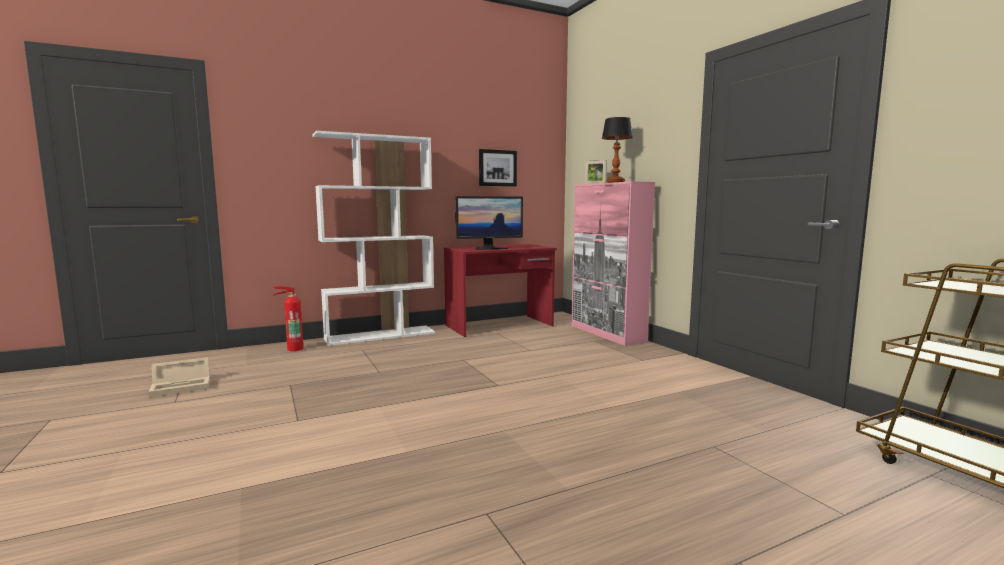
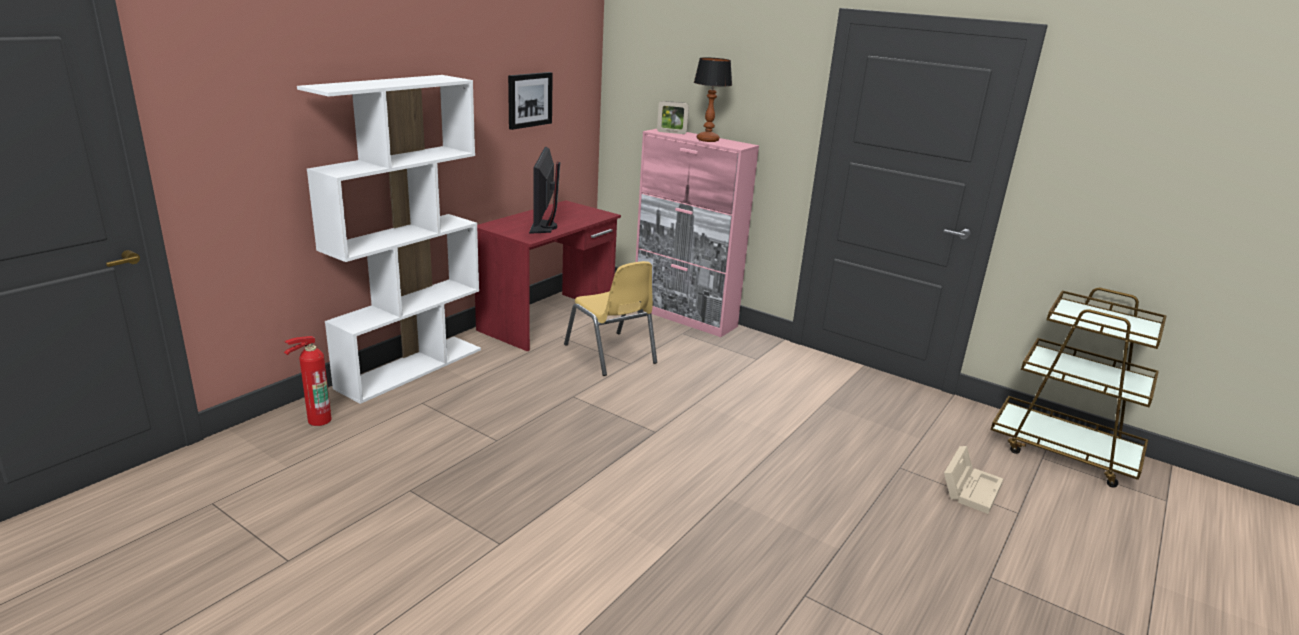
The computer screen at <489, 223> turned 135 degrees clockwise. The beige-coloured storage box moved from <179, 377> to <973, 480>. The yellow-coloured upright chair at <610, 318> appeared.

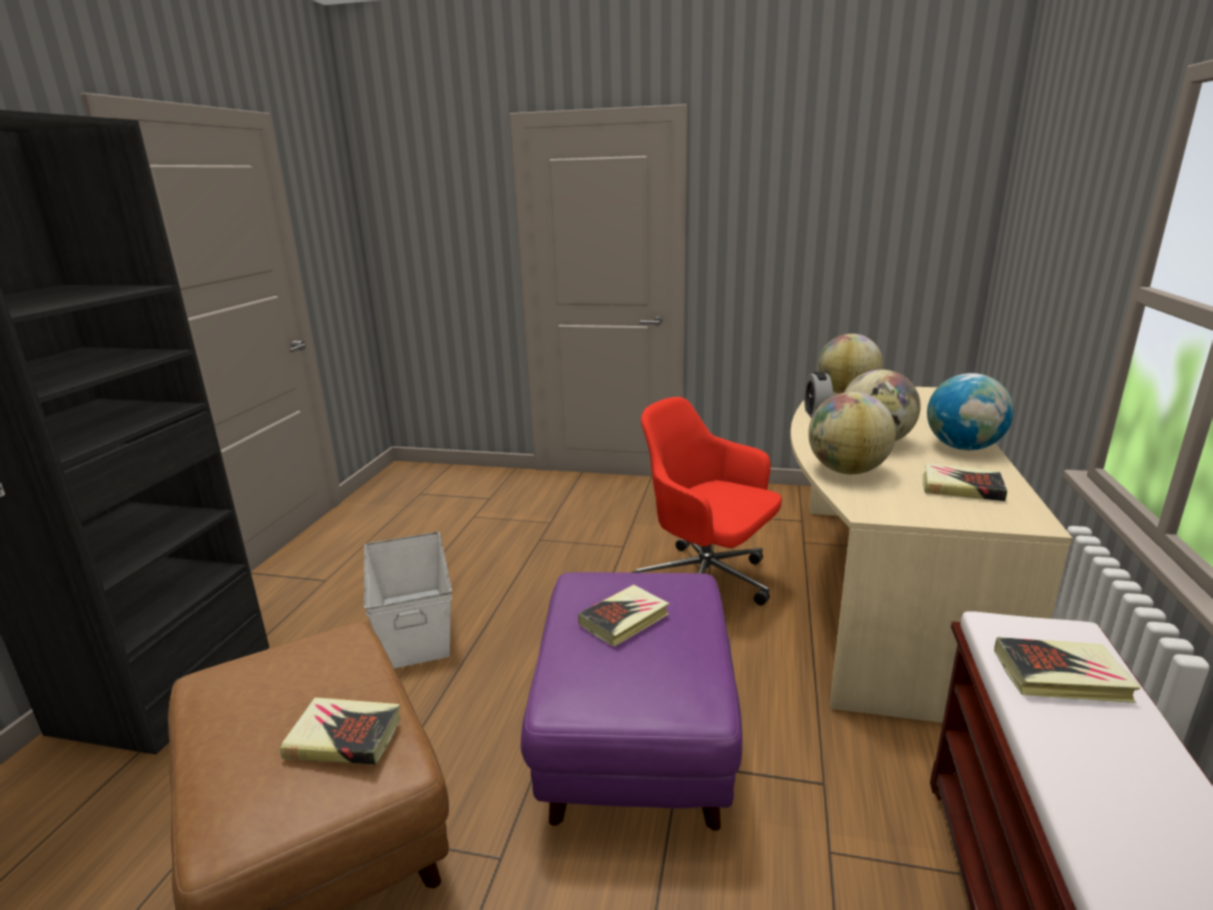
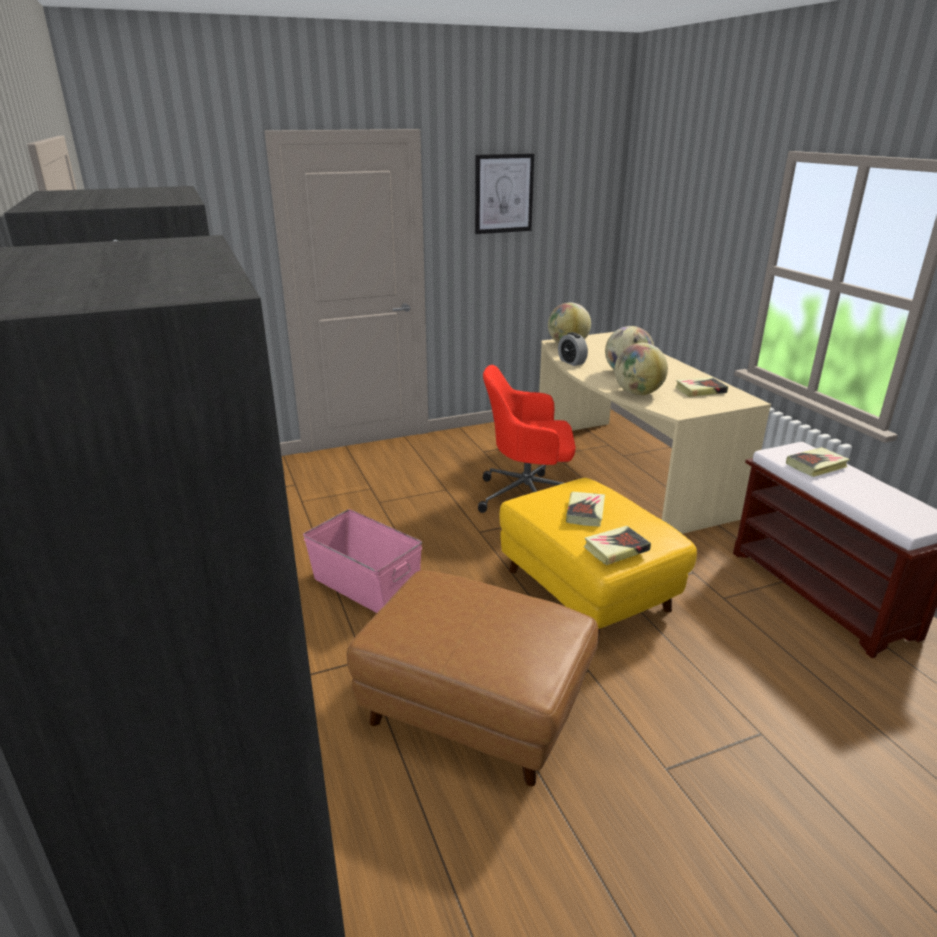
The world globe at <970, 411> disappeared. The white-coloured storage box at <408, 600> became the pinkish storage box at <362, 561>. The purple-coloured pouffe at <632, 701> became the yellow-coloured pouffe at <598, 559>. The book moved from <340, 731> to <617, 545>. The wall picture at <504, 193> appeared.

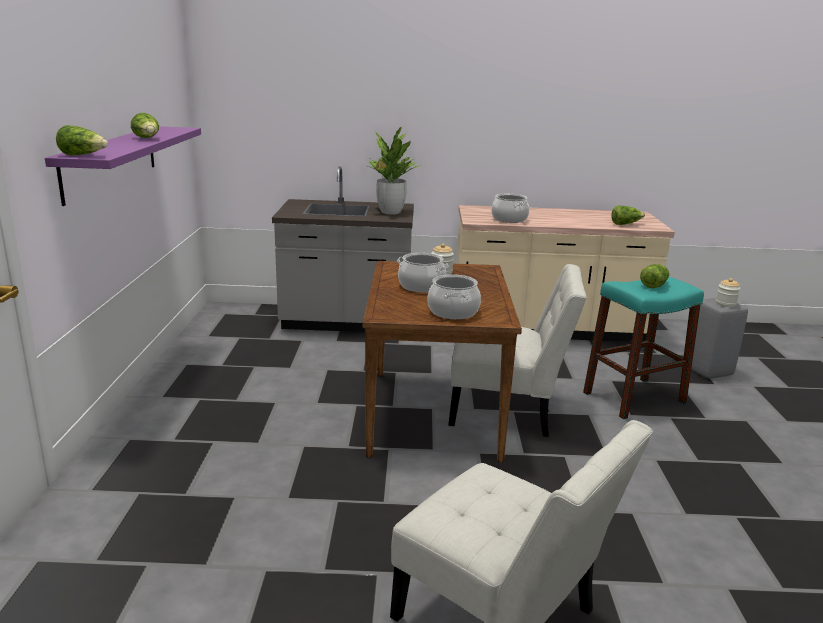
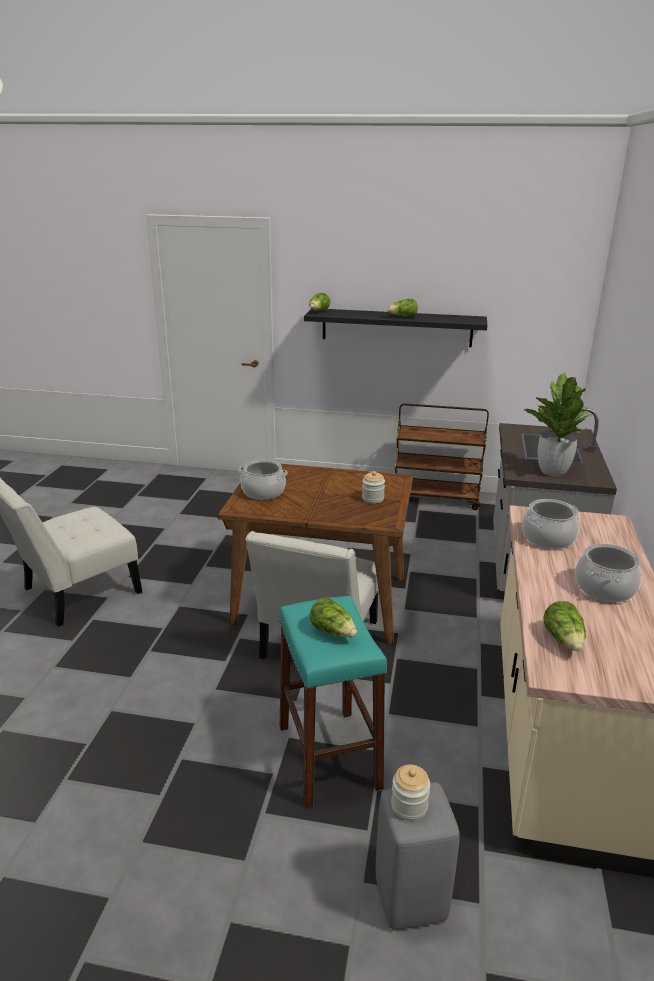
The purple-coloured shelf at <123, 166> became the black shelf at <396, 328>. The saucepot moved from <423, 273> to <608, 572>. The brown-coloured cart at <442, 456> appeared.

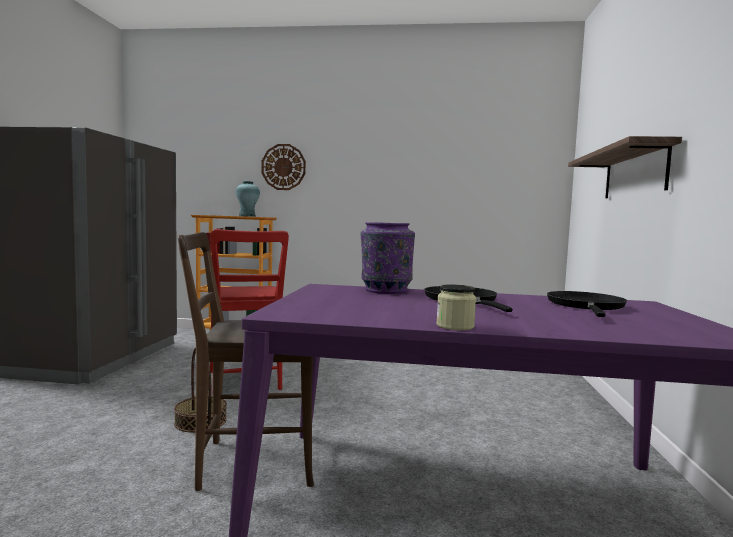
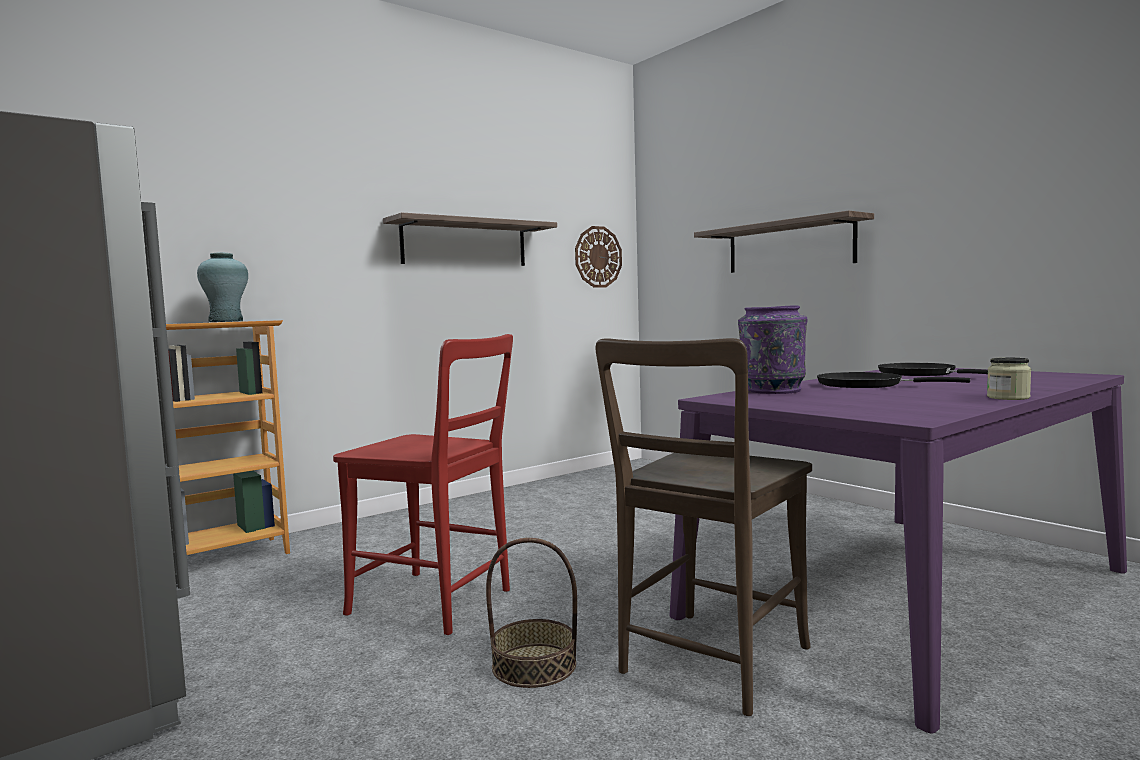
The wall clock moved from <283, 167> to <598, 257>. The shelf at <470, 239> appeared.

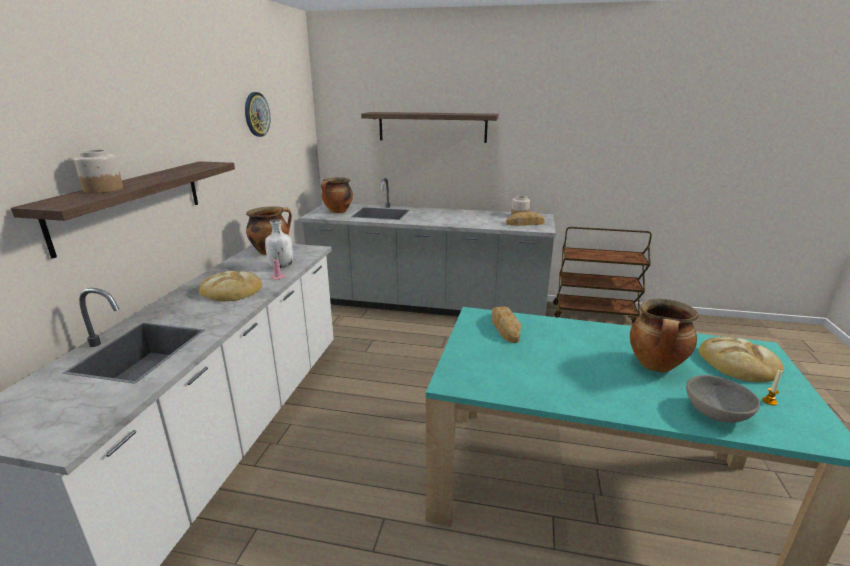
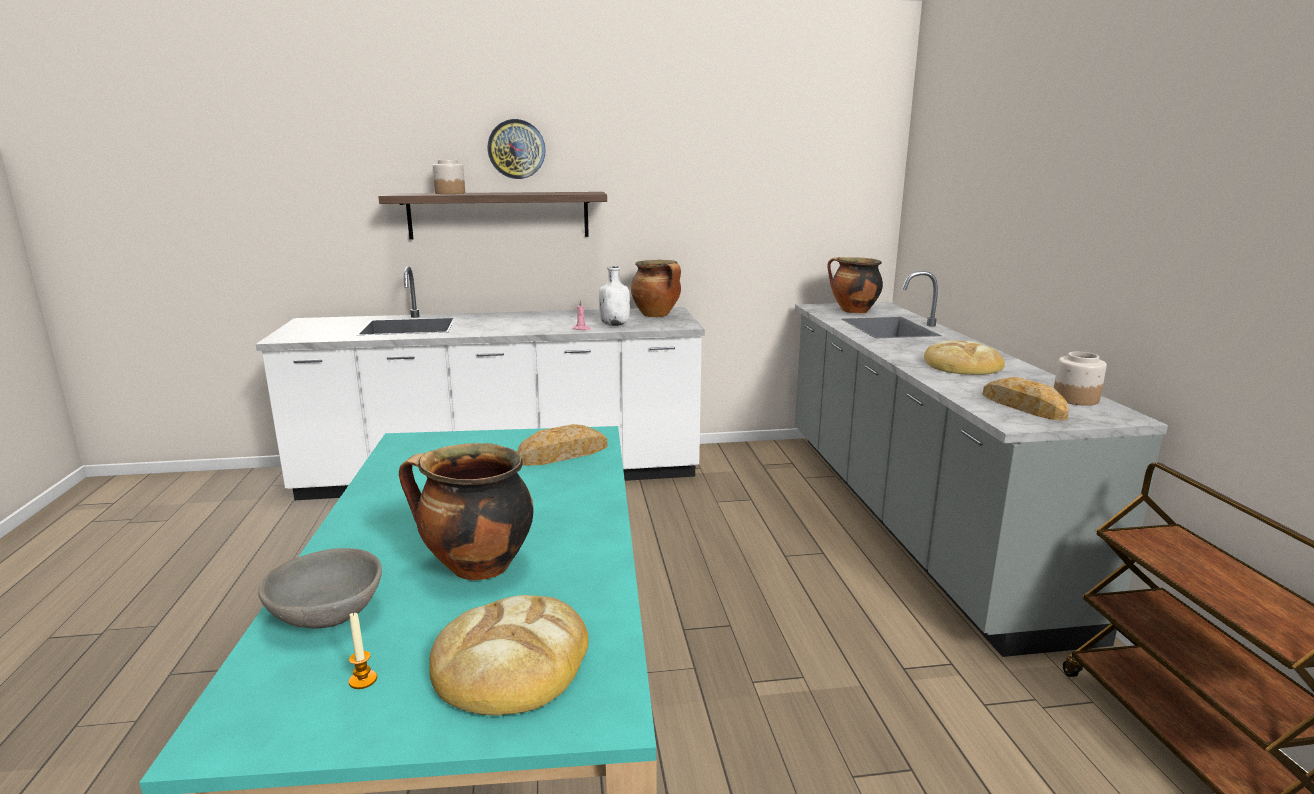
The wall clock moved from <257, 114> to <517, 149>. The shelf at <430, 127> disappeared. The bakery bread moved from <230, 286> to <964, 357>.

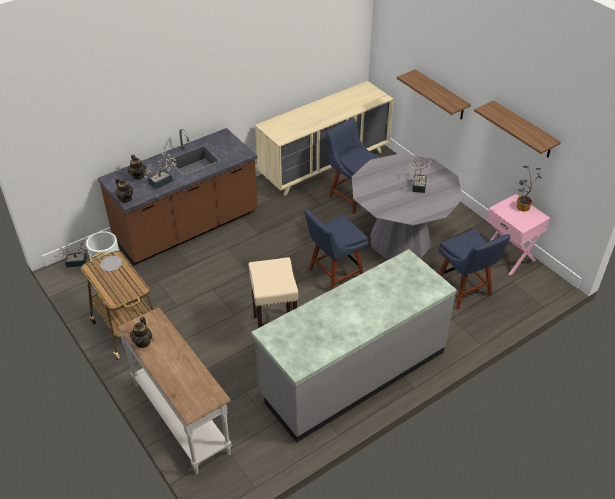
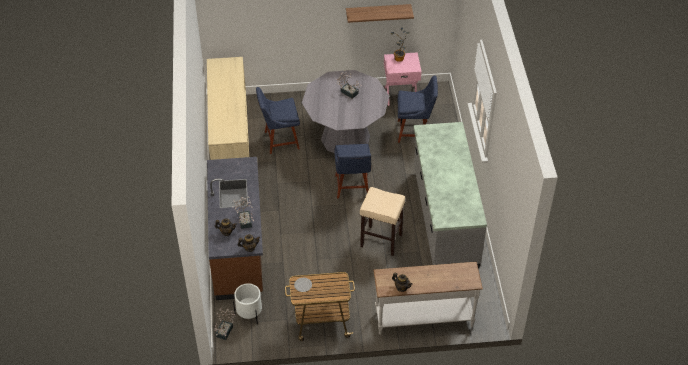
The shelf at <434, 94> disappeared.

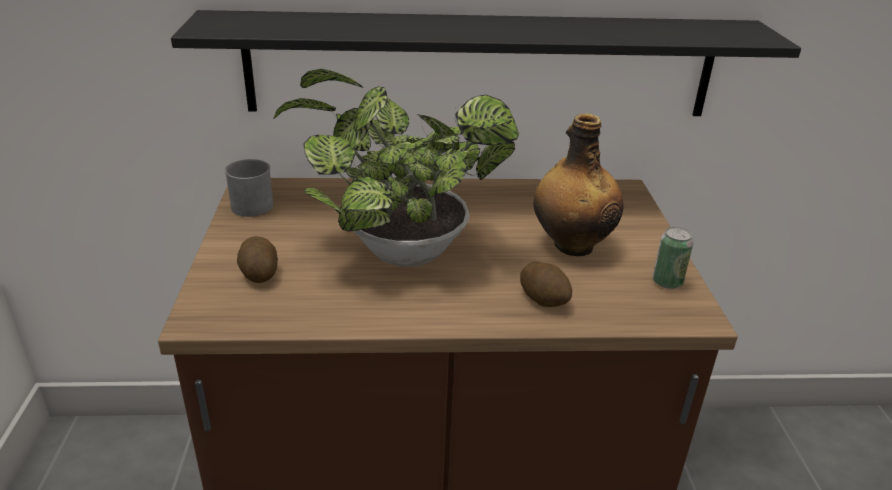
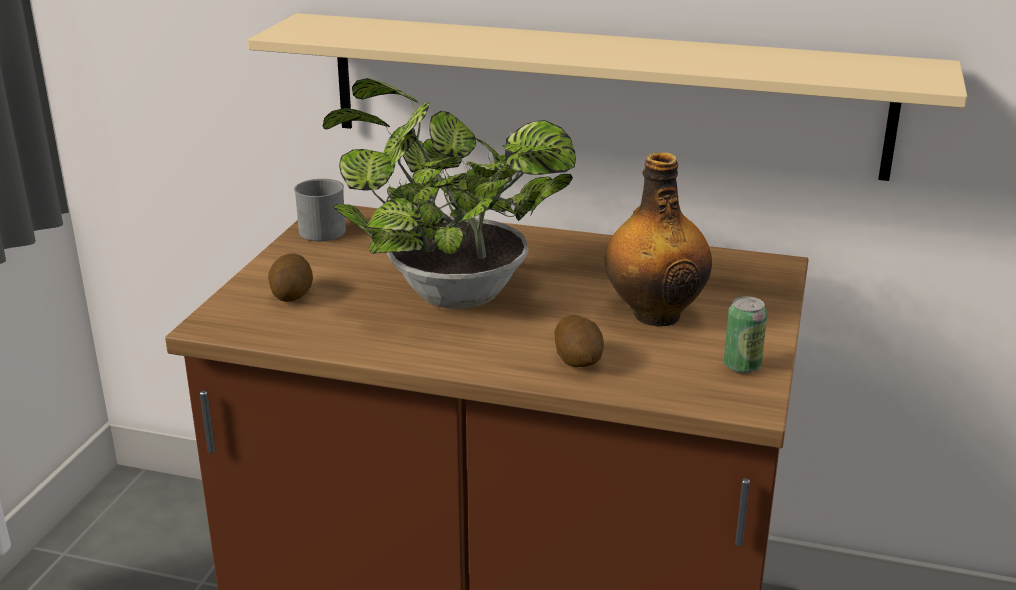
The black shelf at <486, 63> became the beige-coloured shelf at <607, 97>.

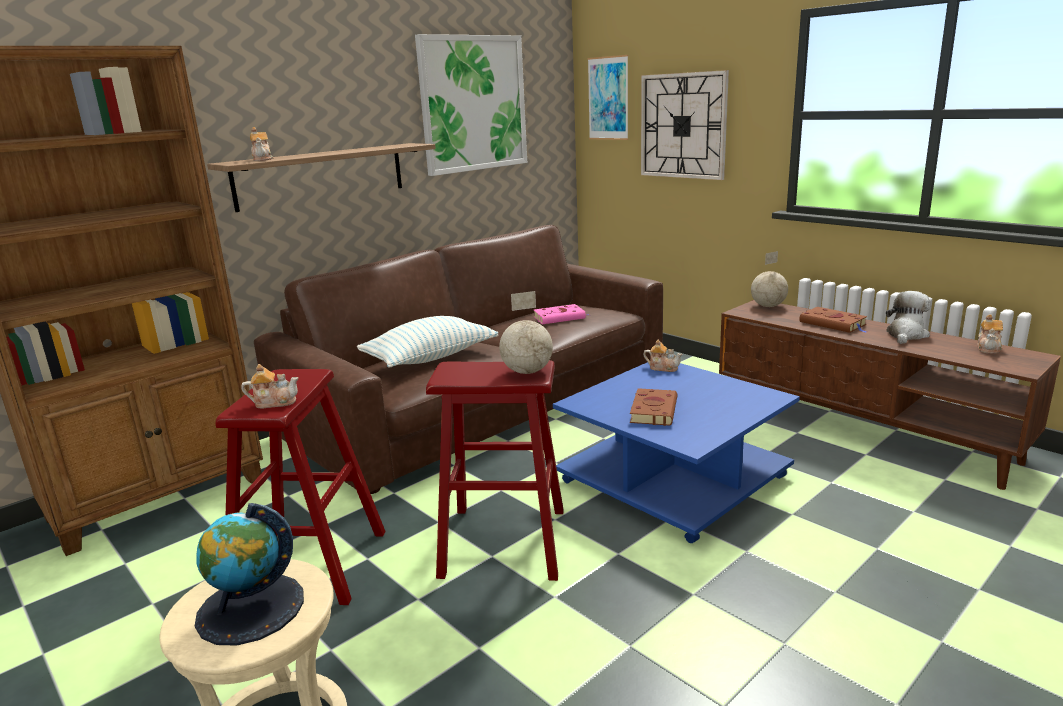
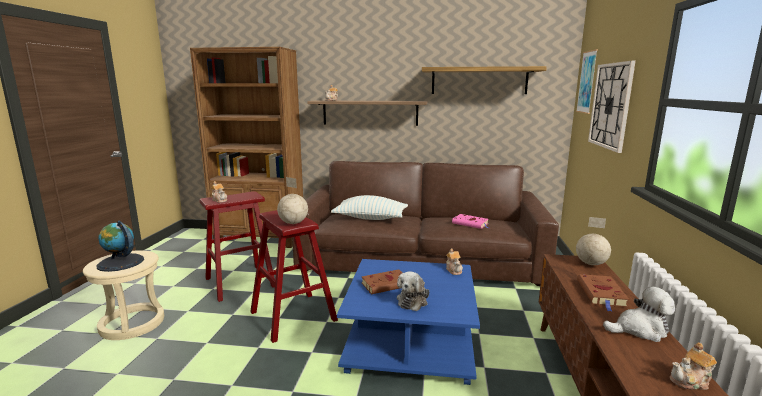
The wall picture at <471, 105> was replaced by the shelf at <484, 80>. The cuddly toy at <413, 291> appeared.

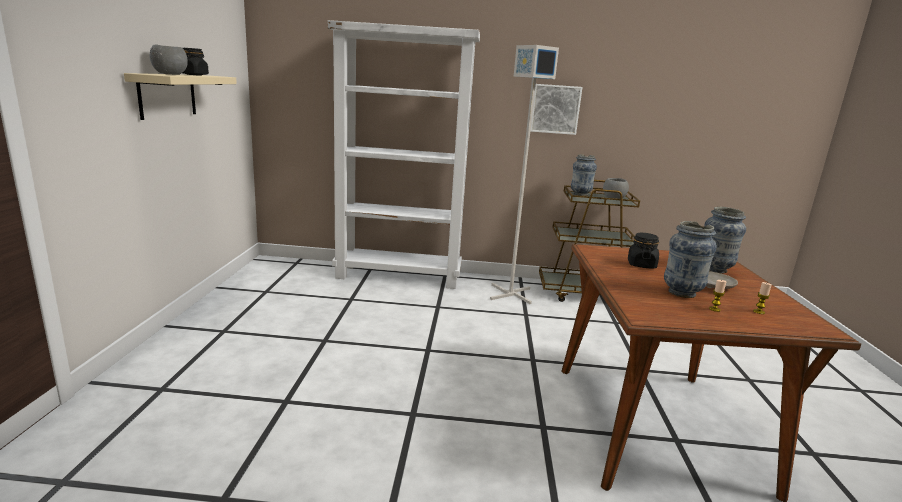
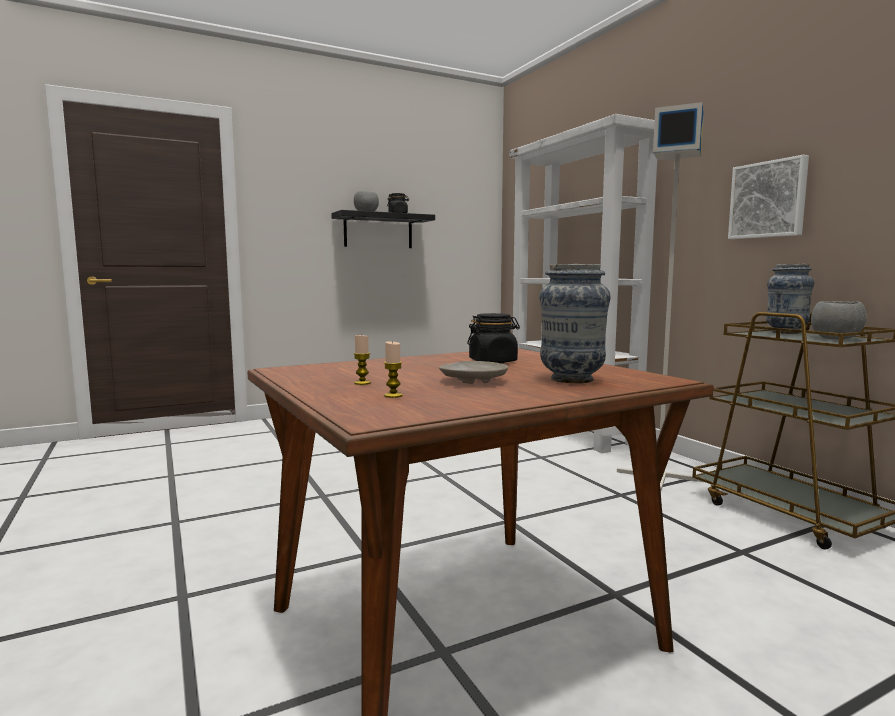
The beige-coloured shelf at <180, 96> became the black shelf at <383, 229>. The decorative vase at <690, 259> disappeared.

